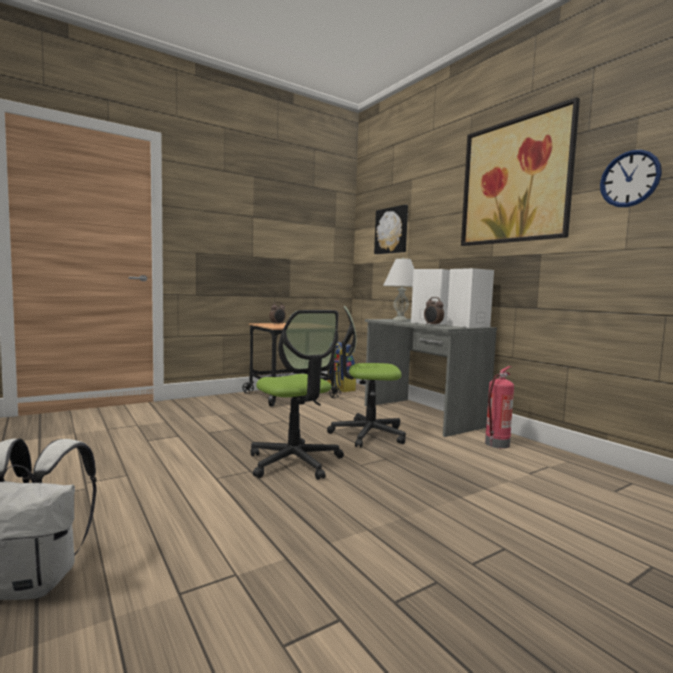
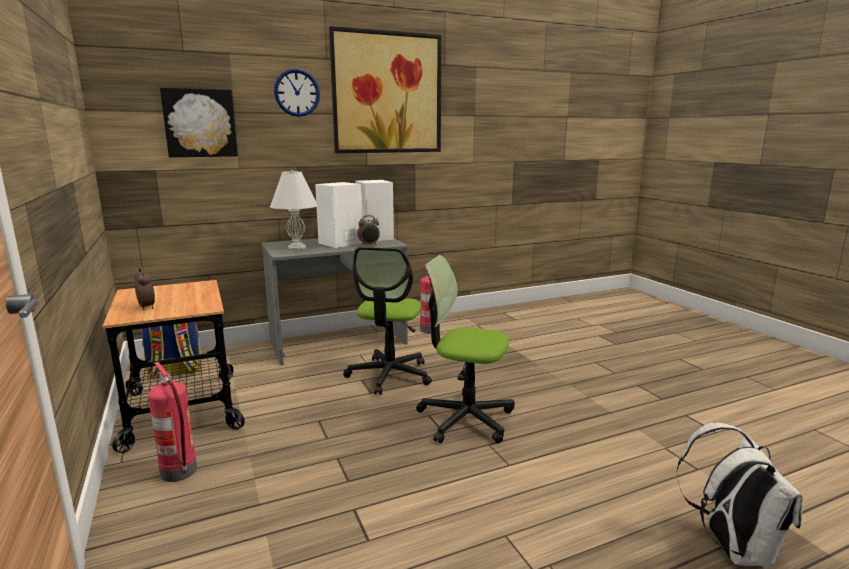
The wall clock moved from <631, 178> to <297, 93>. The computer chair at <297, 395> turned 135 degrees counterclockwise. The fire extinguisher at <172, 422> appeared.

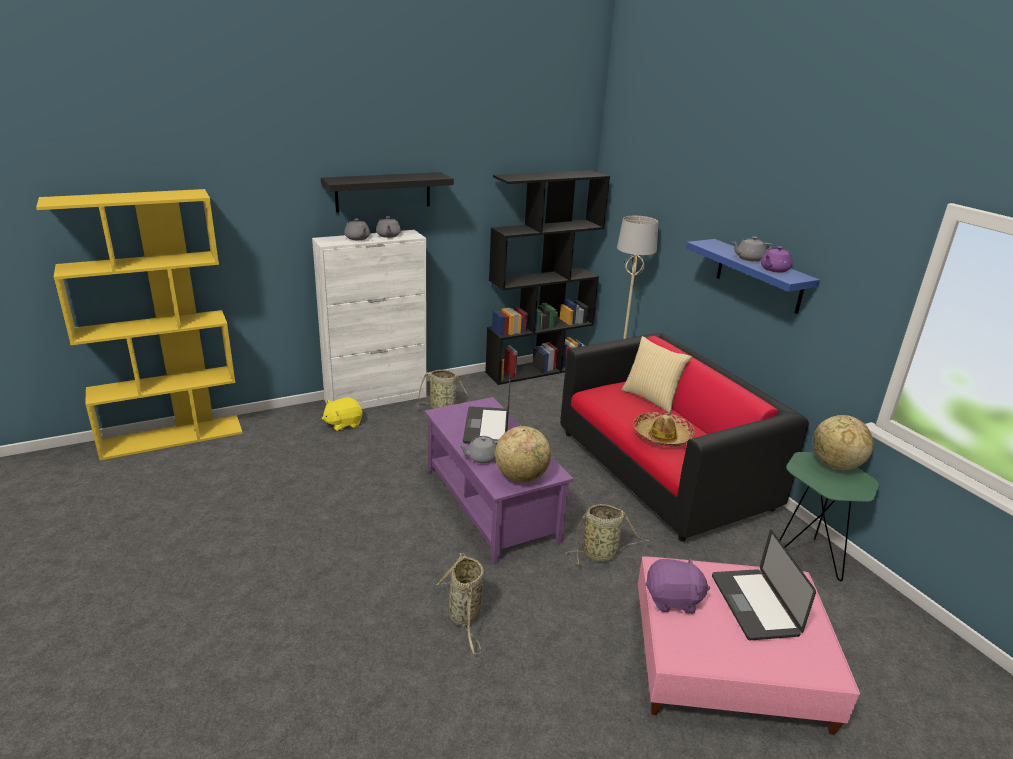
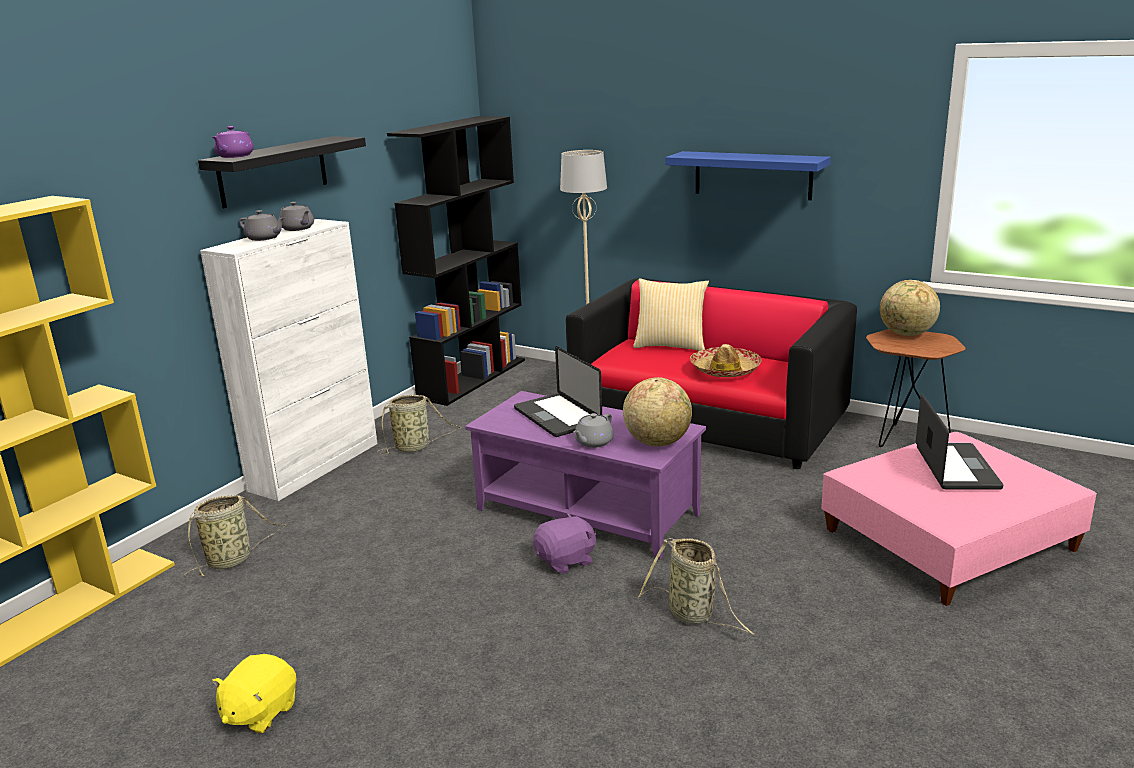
The gray pot for tea at <752, 249> disappeared. The purple-coloured pot for tea moved from <776, 259> to <233, 142>. The yellow-coloured cuddly toy moved from <342, 414> to <254, 694>. The green-coloured side table at <829, 516> became the brown-coloured side table at <916, 388>. The household basket moved from <607, 534> to <235, 536>. The notebook computer at <764, 585> turned 135 degrees counterclockwise. The purple-coloured cuddly toy moved from <677, 586> to <564, 543>.

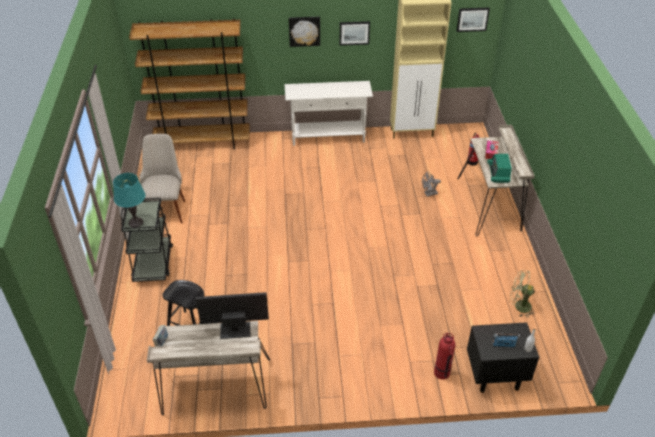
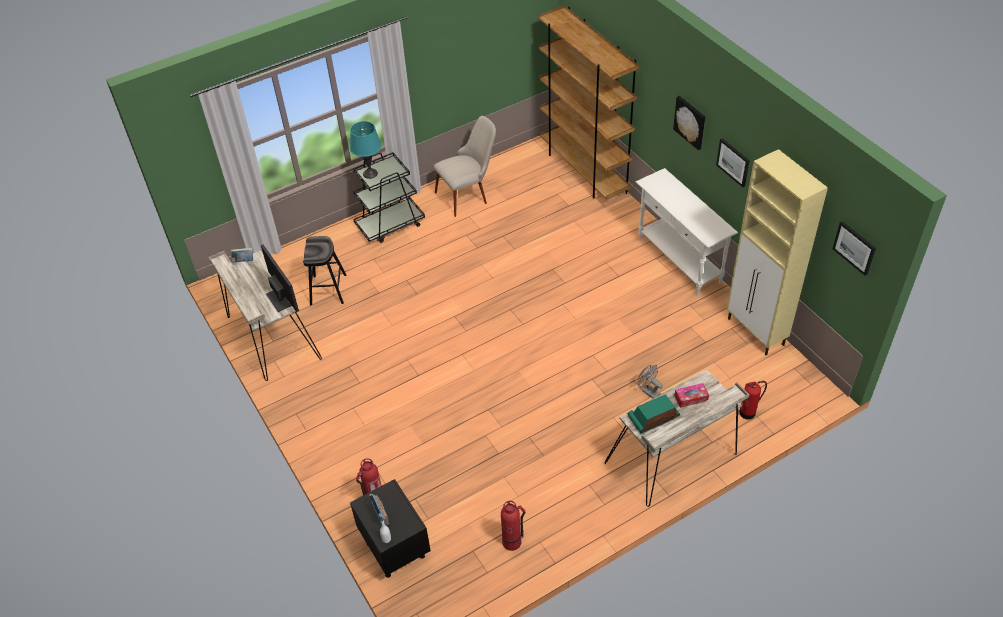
The green-coloured fan at <523, 293> was replaced by the fire extinguisher at <513, 526>.

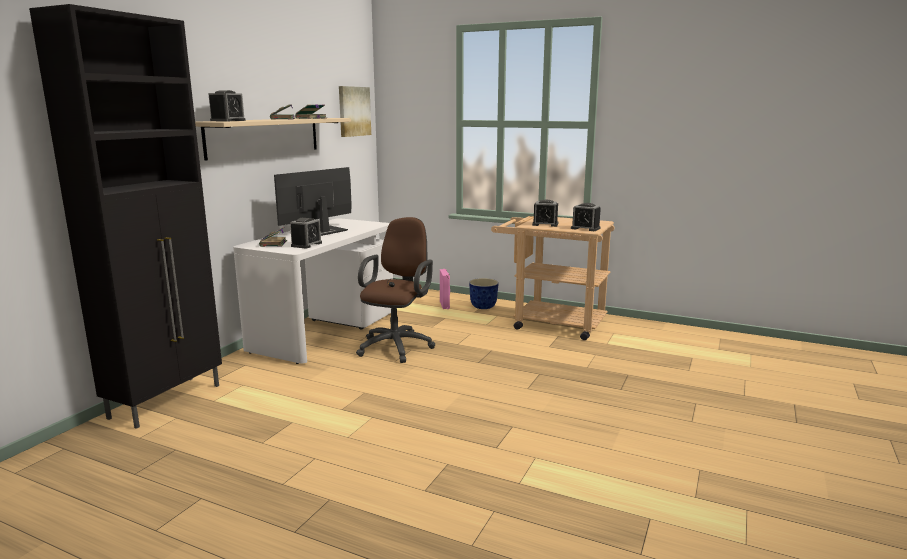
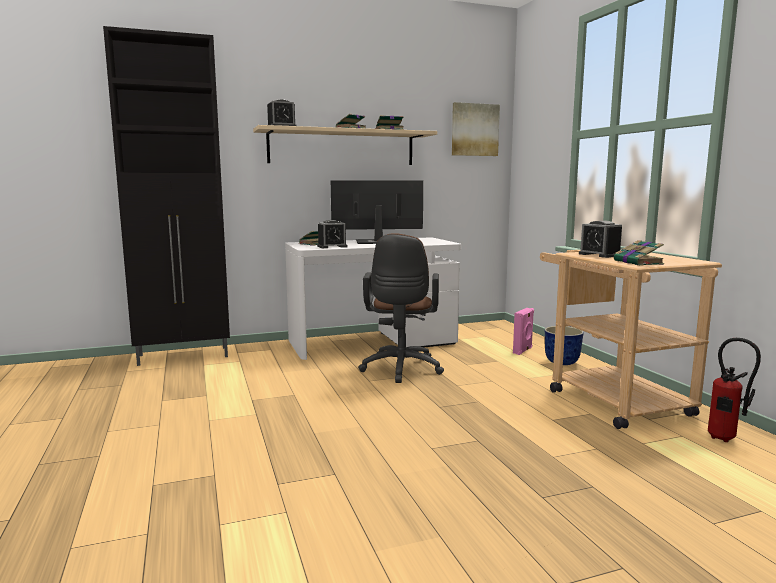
The bedside clock at <586, 217> was replaced by the book at <639, 253>. The brown-coloured computer chair at <395, 290> turned 120 degrees clockwise. The fire extinguisher at <734, 390> appeared.

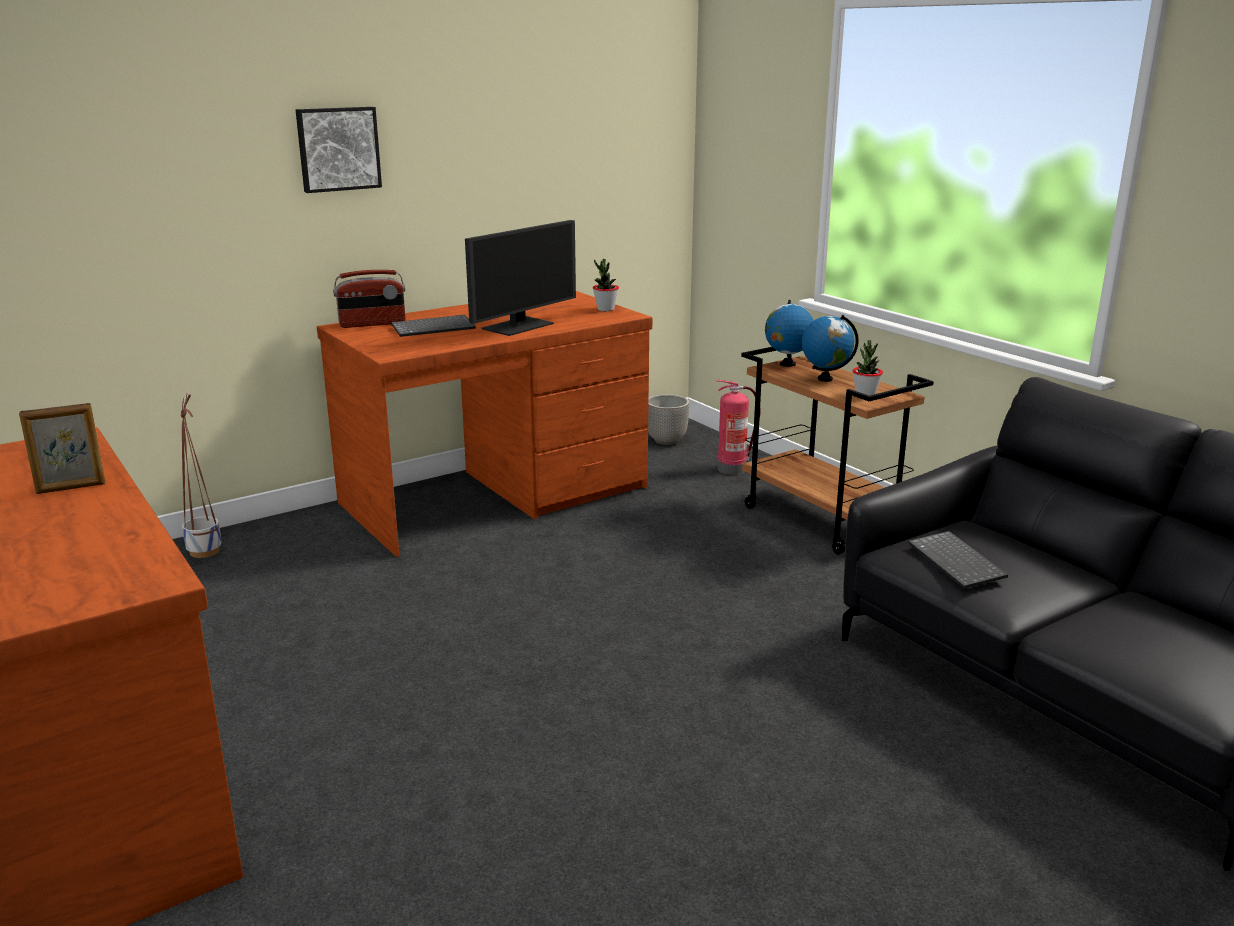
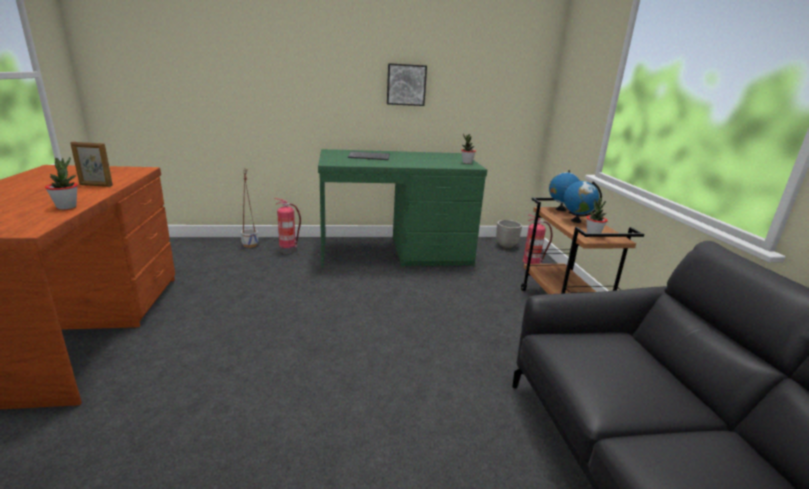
The wall picture moved from <339, 150> to <407, 84>. The computer screen at <520, 278> disappeared. The radio receiver at <369, 299> disappeared. The brown-coloured desk table at <484, 424> became the green-coloured desk table at <402, 208>. The keyboard at <958, 560> disappeared. The houseplant at <61, 183> appeared. The fire extinguisher at <288, 226> appeared.

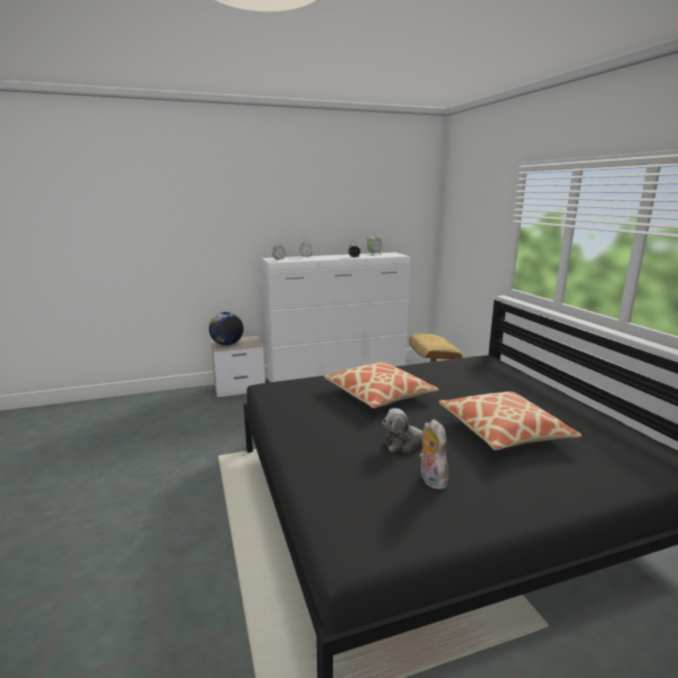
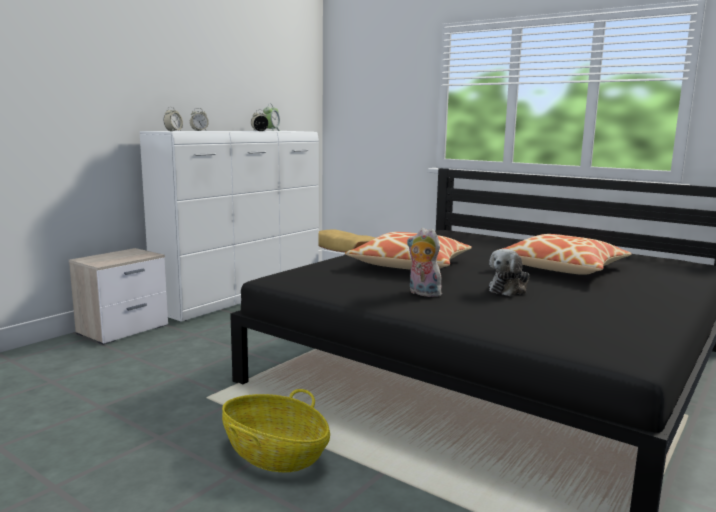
The world globe at <226, 329> disappeared. The cuddly toy moved from <433, 454> to <424, 262>. The household basket at <276, 431> appeared.

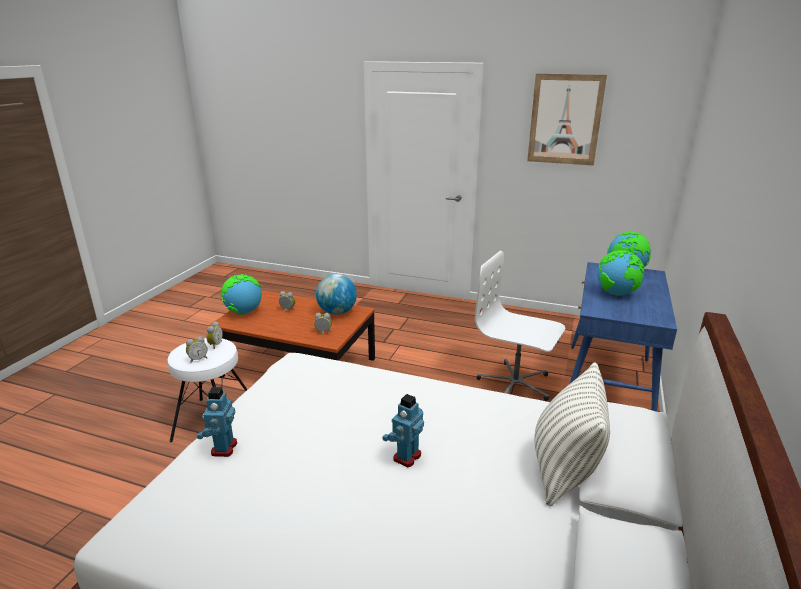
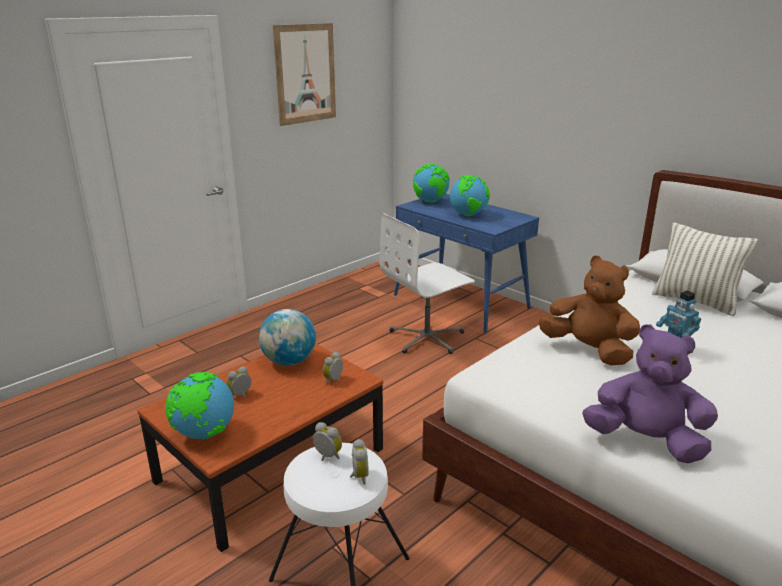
The model robot at <217, 422> was replaced by the purple-coloured cuddly toy at <650, 394>. The brown-coloured cuddly toy at <589, 311> appeared.

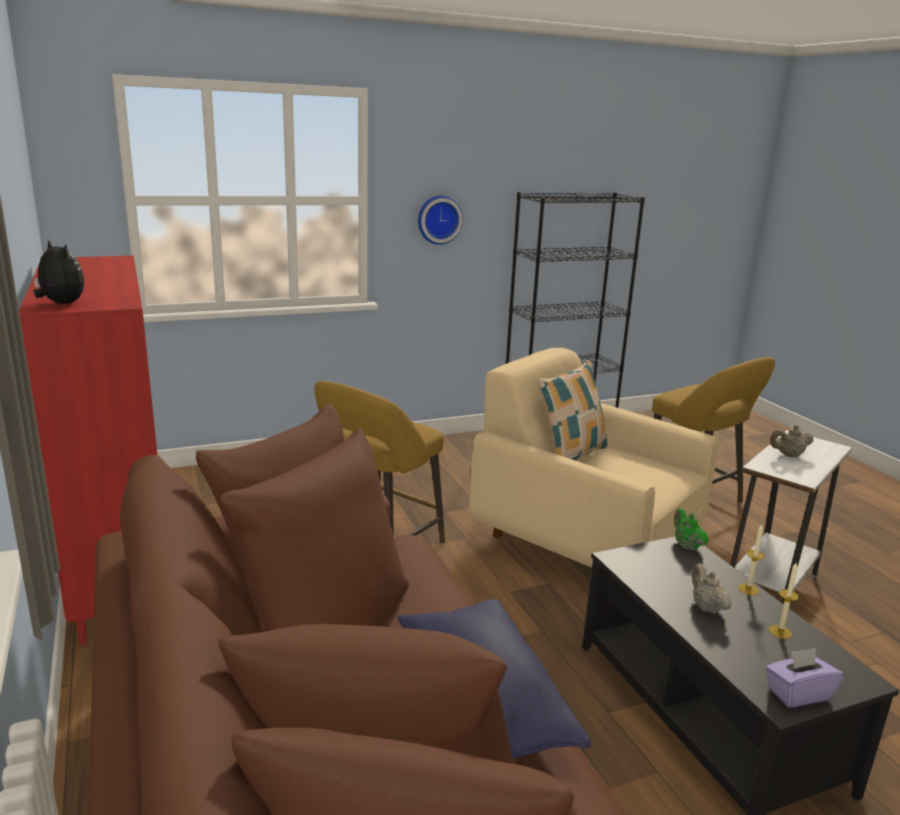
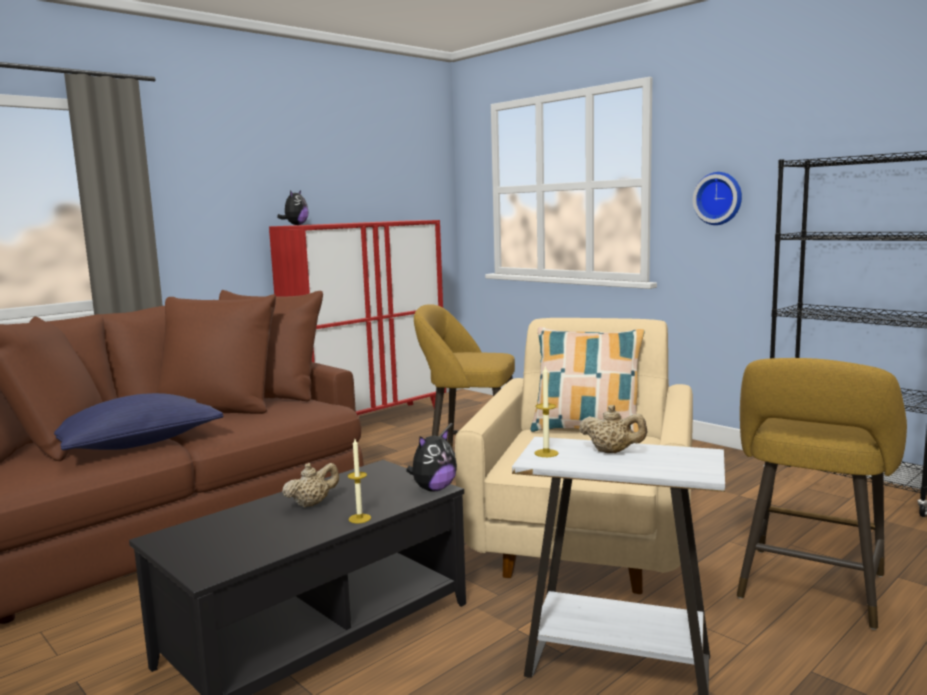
The beige-coloured pot for tea at <792, 441> turned 150 degrees clockwise. The green-coloured pot for tea at <691, 529> was replaced by the cuddly toy at <431, 460>. The wax light moved from <784, 601> to <546, 411>. The purple-coloured tissue box at <804, 678> disappeared.

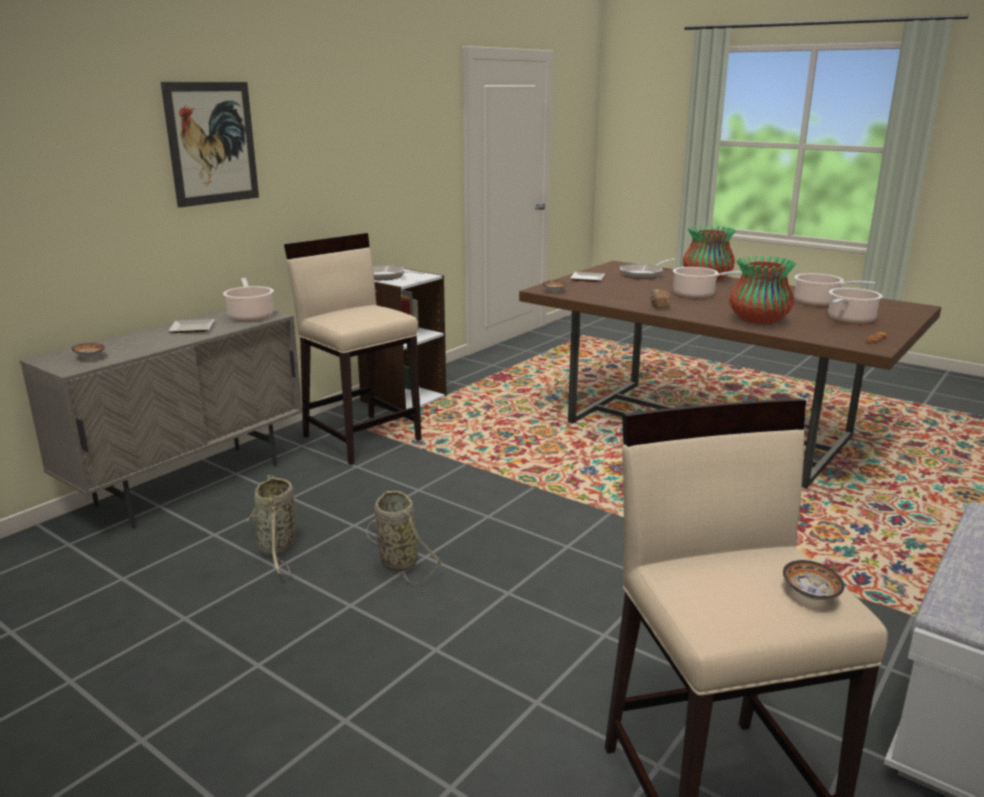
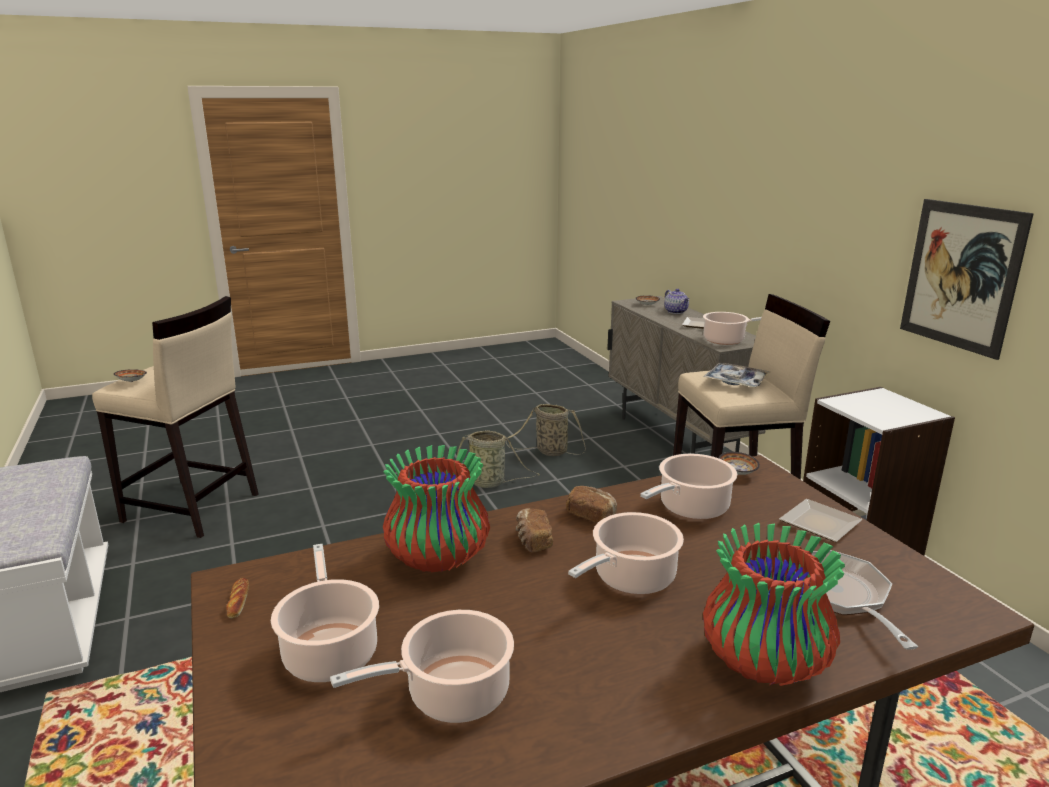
The wall picture moved from <210, 145> to <967, 279>. The frying pan at <399, 272> disappeared. The pot for tea at <676, 301> appeared. The carrying tray at <737, 375> appeared. The saucepot at <688, 486> appeared. The bakery bread at <534, 531> appeared.

